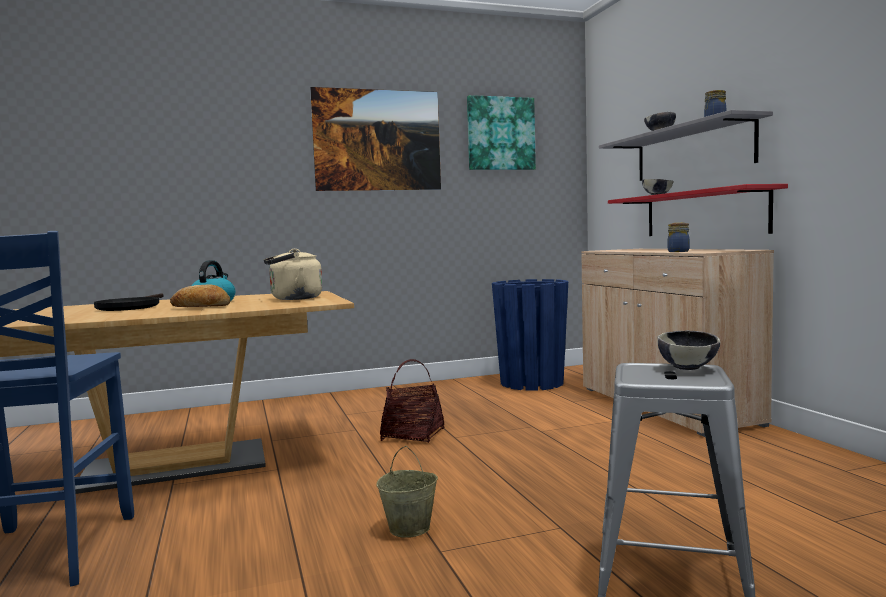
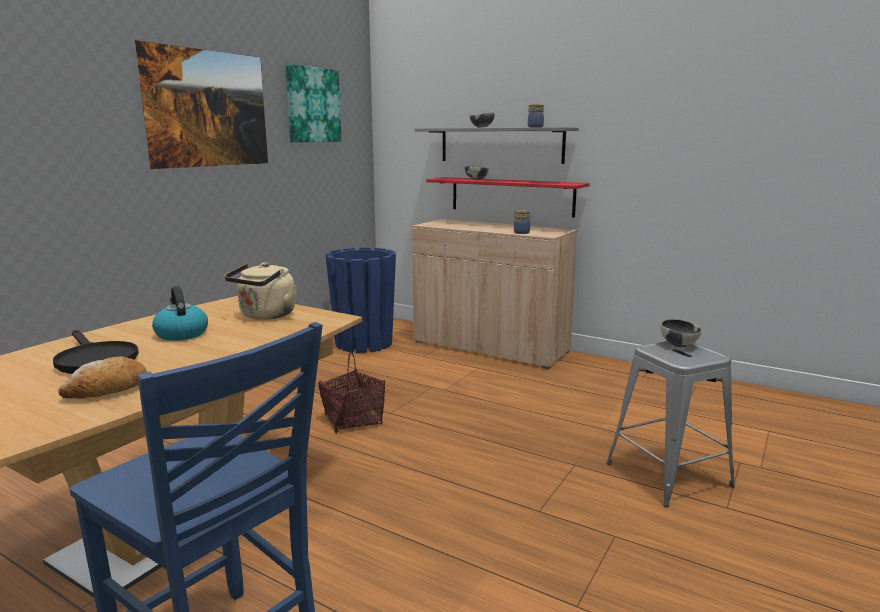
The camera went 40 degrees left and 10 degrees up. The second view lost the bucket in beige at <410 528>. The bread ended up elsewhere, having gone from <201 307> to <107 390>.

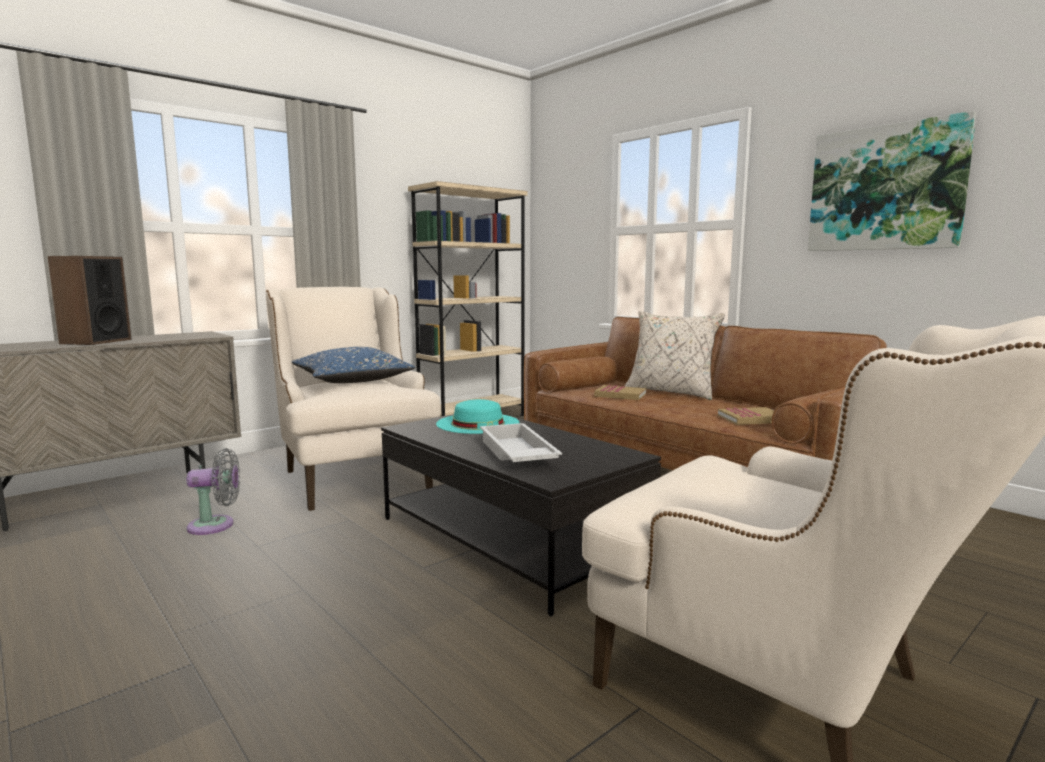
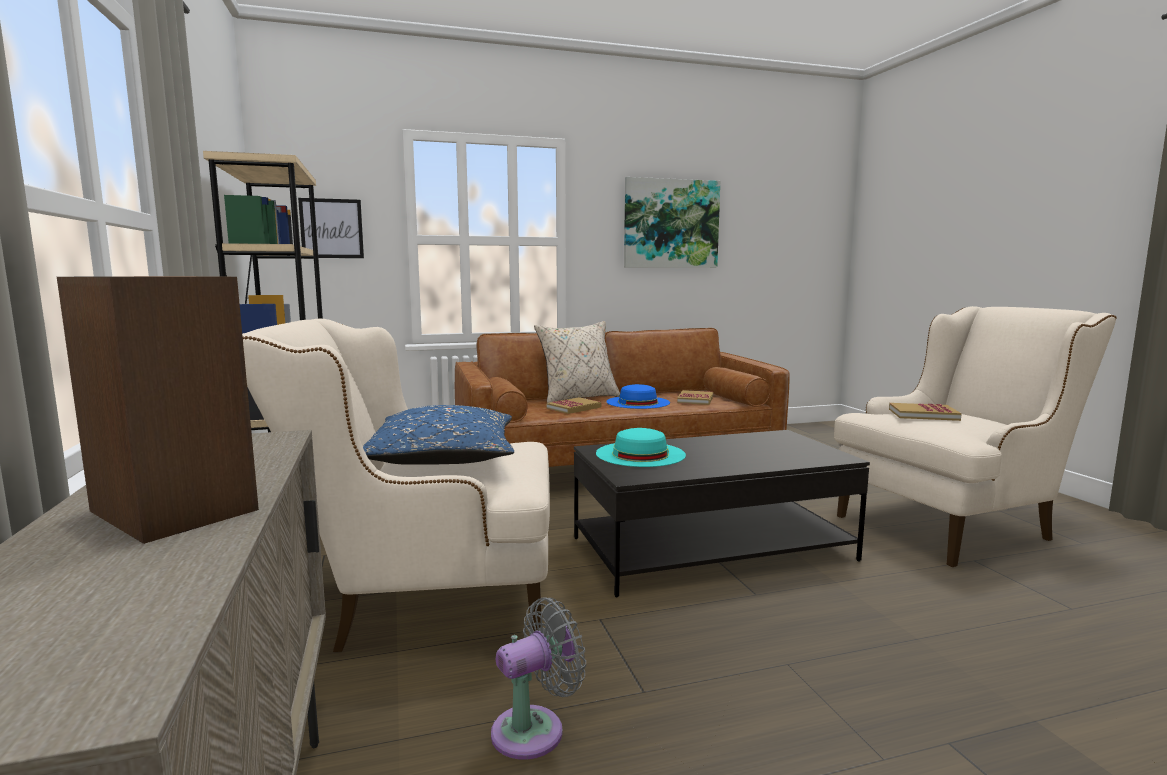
The camera went 65 degrees left and 0 degrees up. The second view lost the tray in white at <515 454>. The second view gained the picture at <331 228>. The second view gained the hat in blue at <638 402>. The second view gained the book at <923 414>. The fan in grey at <216 525> ended up facing another way, 45 degrees clockwise from before.

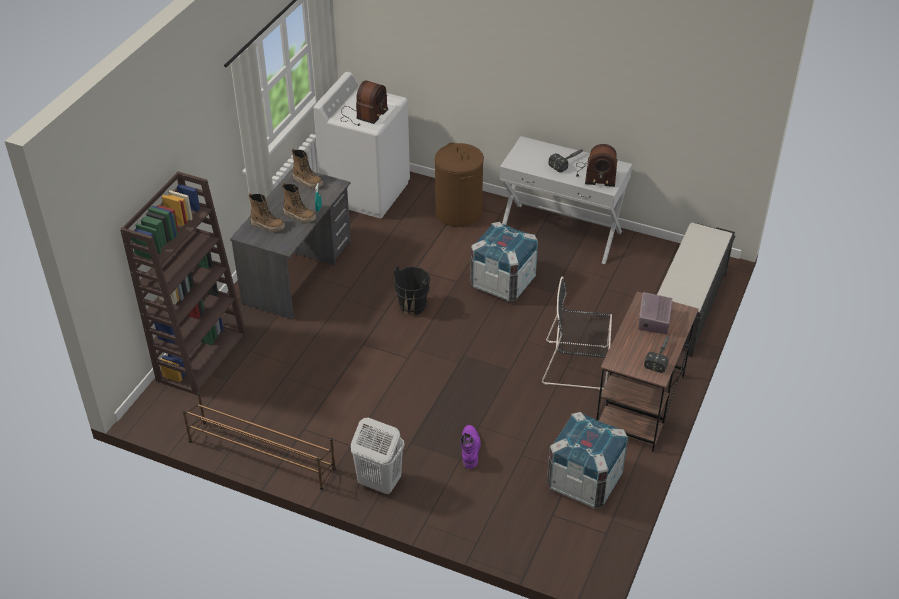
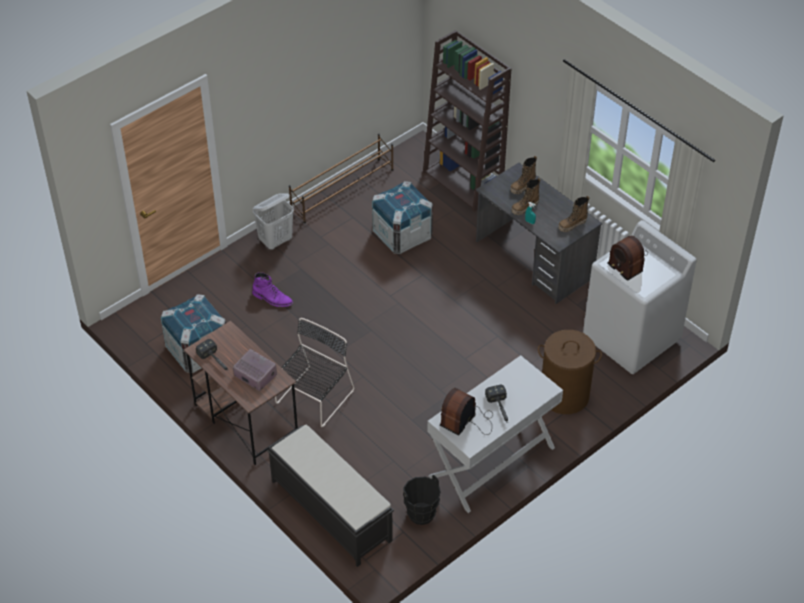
The camera went 115 degrees right and 5 degrees up. The bucket in black ended up elsewhere, having gone from <413 306> to <421 514>. The crate ended up elsewhere, having gone from <503 282> to <402 235>.

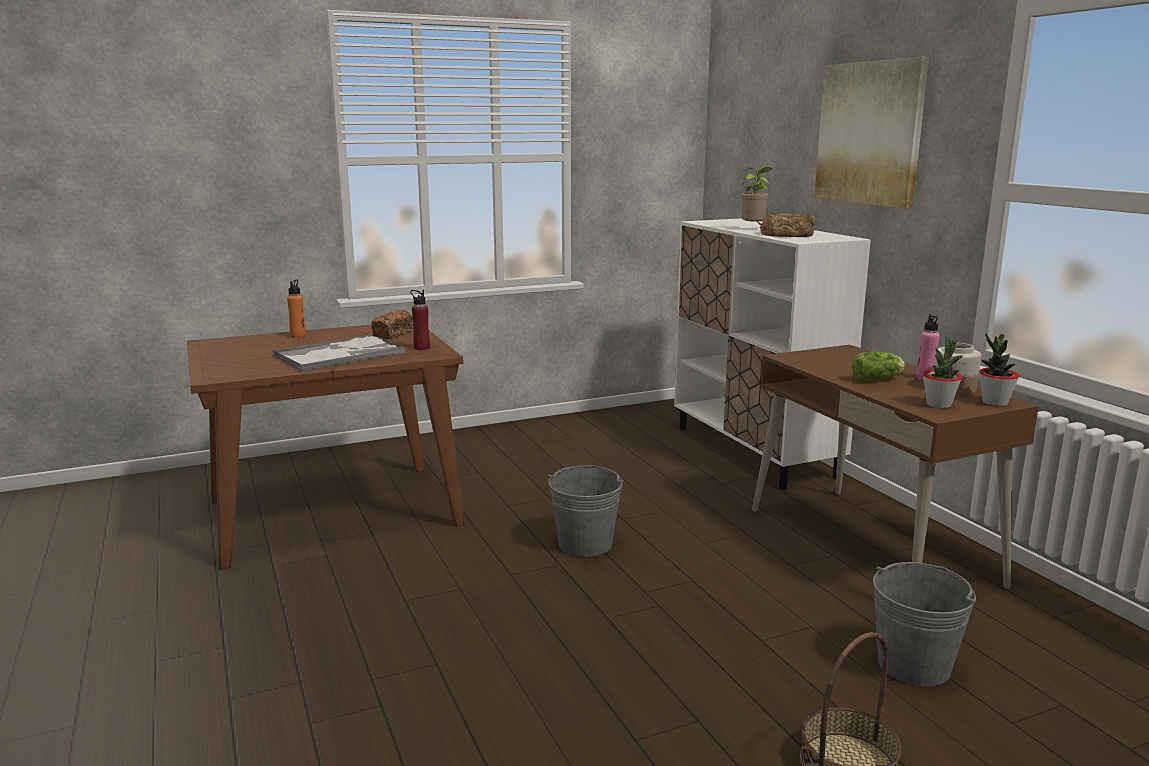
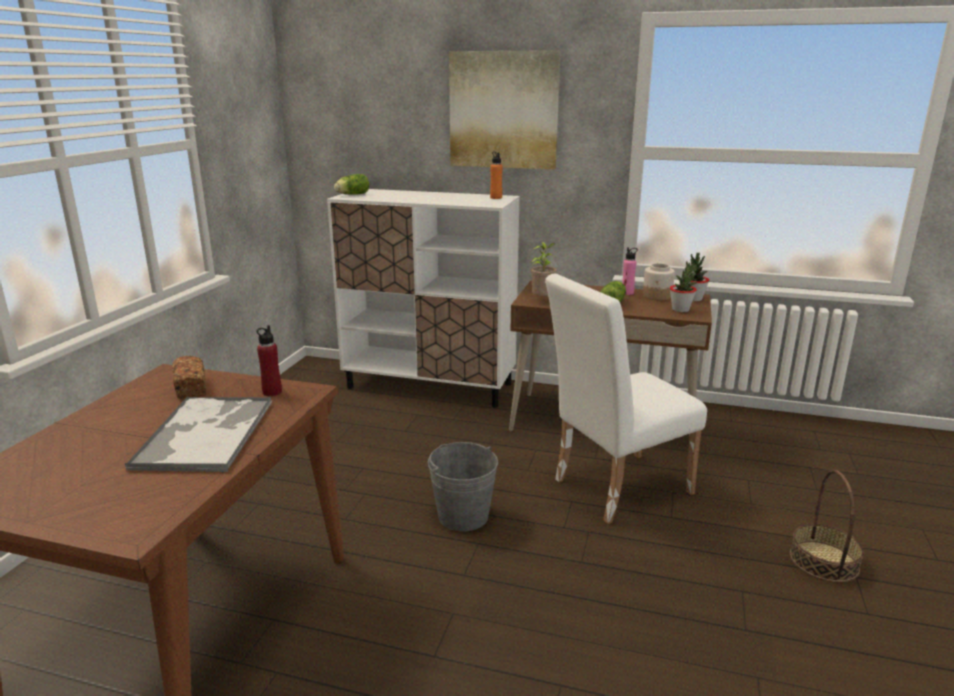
The camera went 50 degrees left and 5 degrees up. The second view lost the bread at <787 234>. The second view lost the bucket in grey at <913 665>. The second view gained the lettuce at <351 194>. The second view gained the chair in white at <613 488>. The bottle in orange ended up elsewhere, having gone from <298 335> to <496 198>. The potted plant ended up elsewhere, having gone from <754 229> to <542 301>.

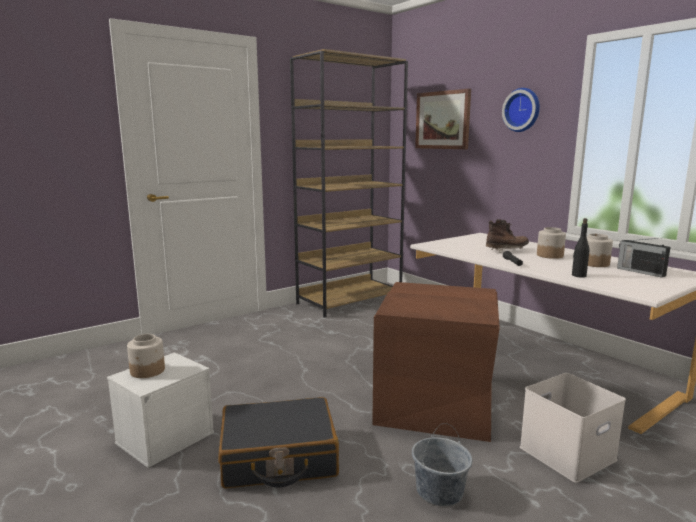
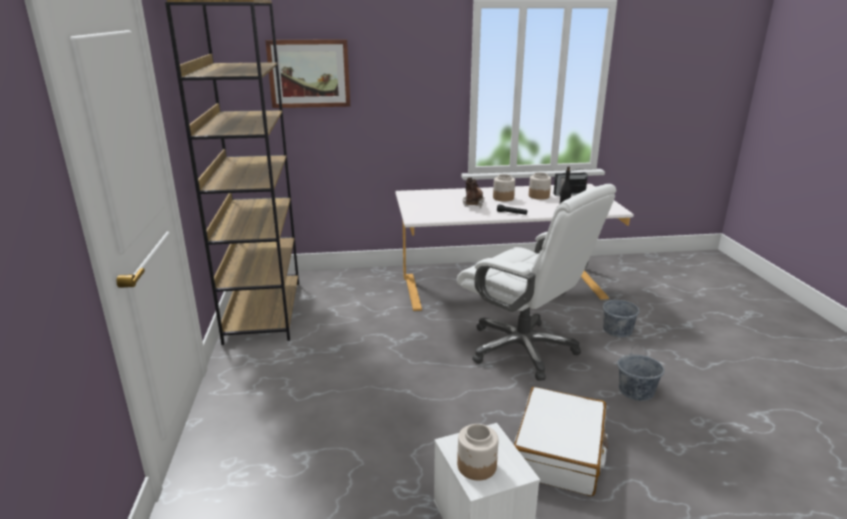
The camera went 60 degrees left and 10 degrees up. The second view lost the wall clock at <522 110>. Where the storage box in brown stood at <434 403>, the office chair in white came to stand at <523 349>. Where the storage box in white stood at <567 454>, the bucket in grey came to stand at <617 330>. What was the suitcase in black at <278 457> turned into the suitcase in white at <559 452>.

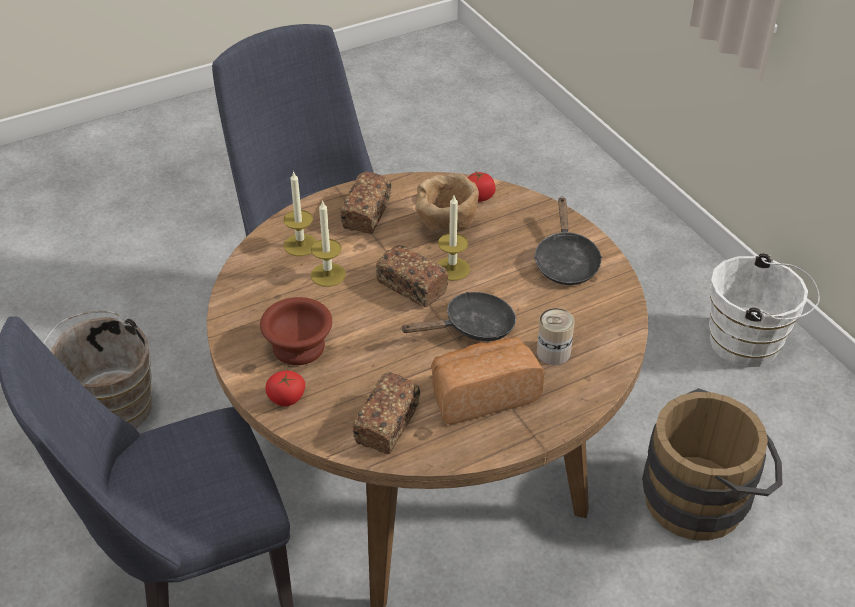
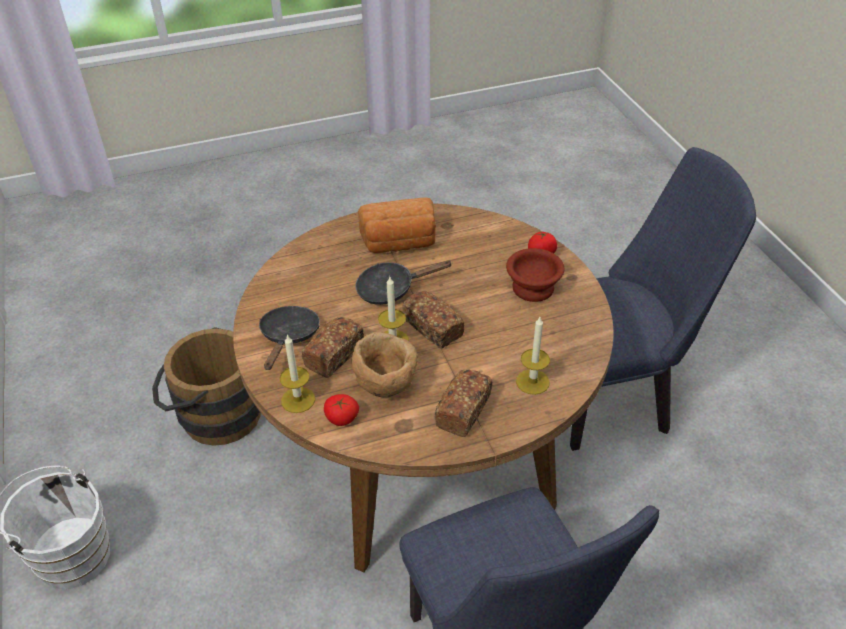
The camera went 170 degrees left and 0 degrees up. The second view lost the bucket in brown at <111 405>. The second view lost the can at <553 352>. The candle ended up elsewhere, having gone from <328 274> to <298 400>. The bread ended up elsewhere, having gone from <387 424> to <334 355>.

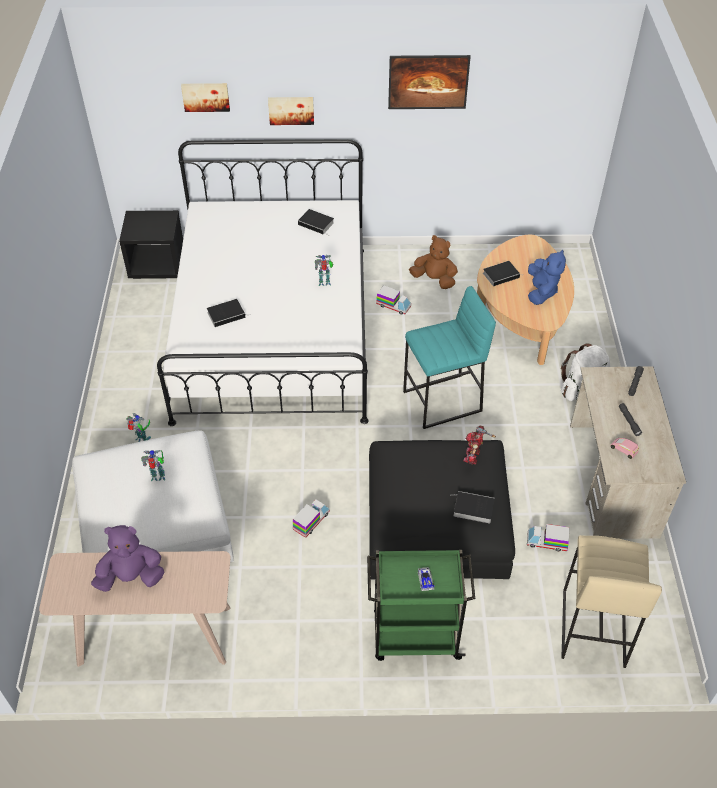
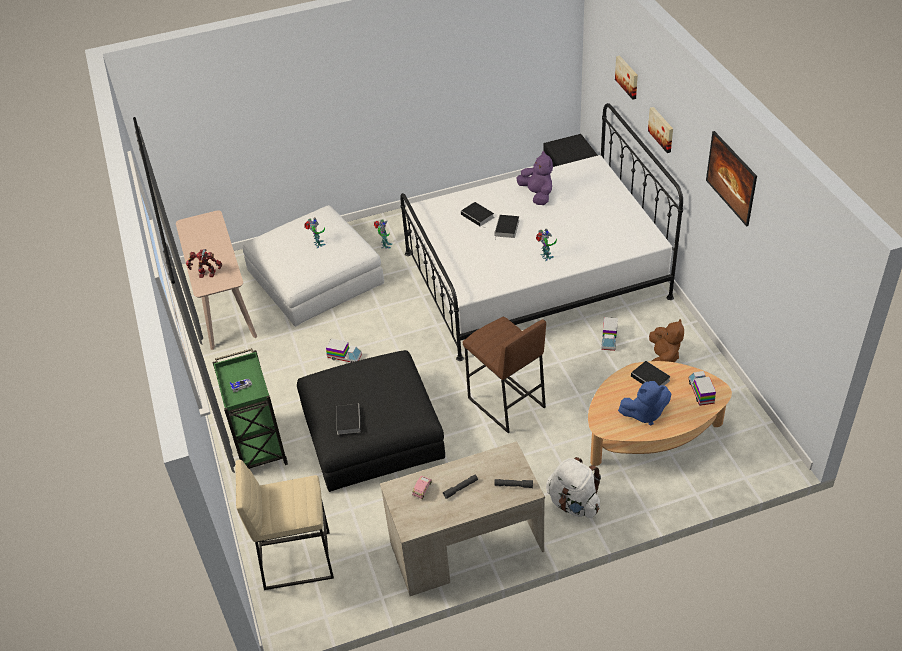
The camera went 75 degrees right and 5 degrees down. The plush toy in purple ended up elsewhere, having gone from <131 577> to <537 195>. The book ended up elsewhere, having gone from <317 224> to <507 229>. The toy robot ended up elsewhere, having gone from <473 456> to <207 274>. The toy truck ended up elsewhere, having gone from <546 542> to <701 392>. What was the stool in turquoise at <442 402> turned into the stool in brown at <505 403>.

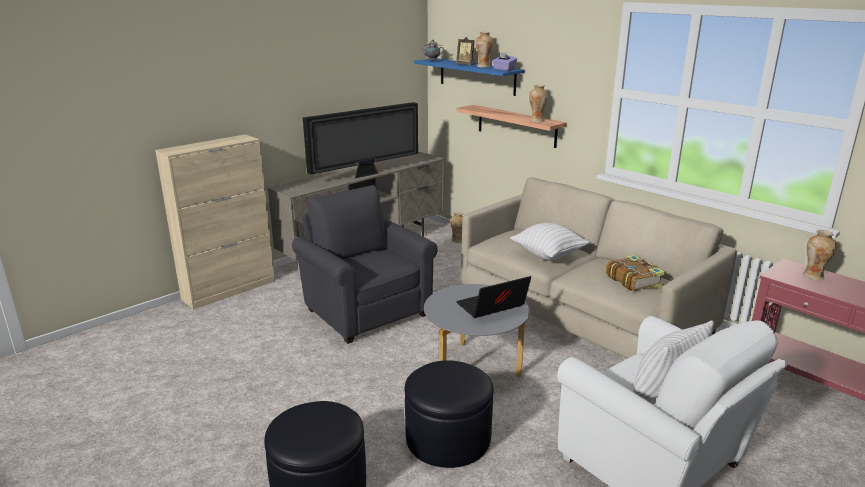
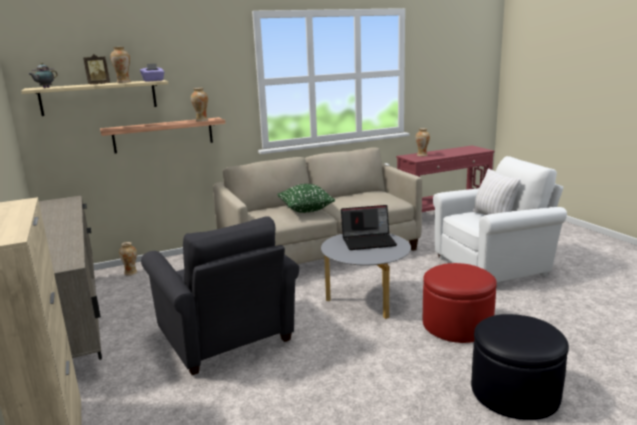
The camera went 70 degrees left and 5 degrees down. The second view lost the television at <366 174>. The second view lost the book at <633 280>. What was the ottoman in black at <448 438> turned into the ottoman in red at <457 325>. What was the shelf in blue at <477 76> turned into the shelf in beige at <99 97>. What was the pillow in white at <548 255> turned into the pillow in green at <306 210>. The armchair in grey at <365 310> ended up facing another way, 105 degrees counterclockwise from before. The laptop at <491 307> ended up facing another way, 90 degrees counterclockwise from before.

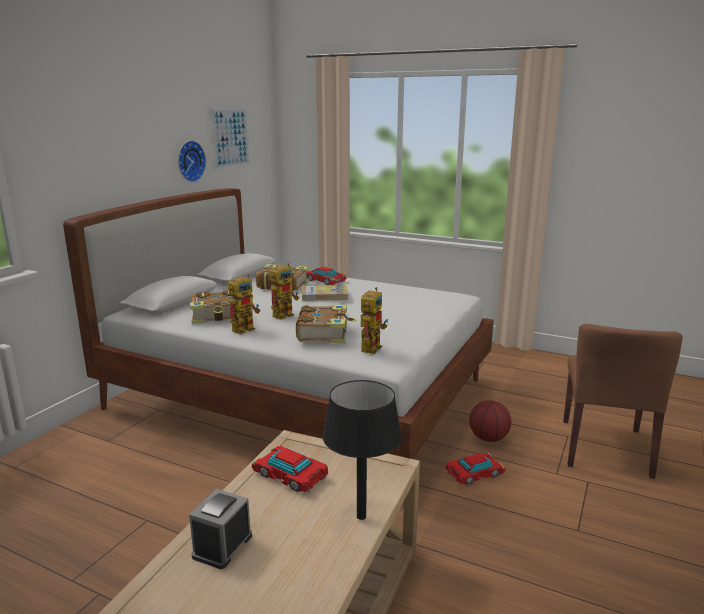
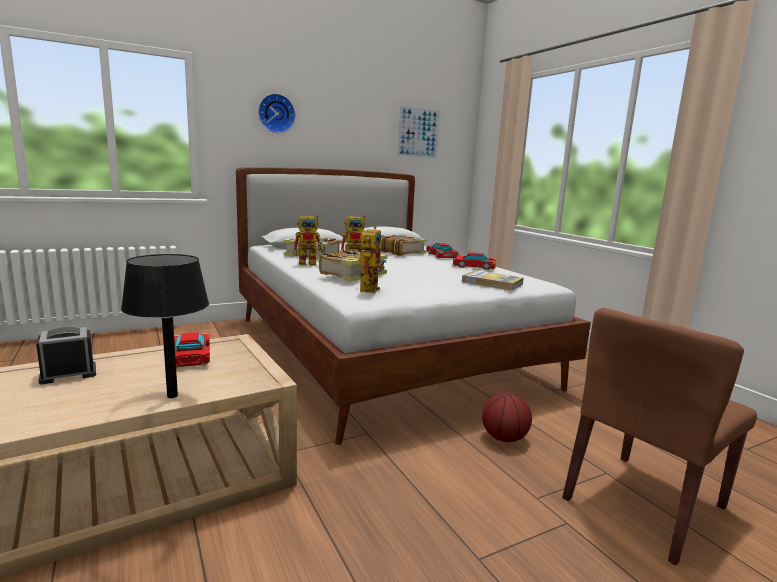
The camera went 35 degrees right and 5 degrees down. The wall clock ended up elsewhere, having gone from <189 161> to <276 113>. The book ended up elsewhere, having gone from <325 295> to <492 283>. The toy car ended up elsewhere, having gone from <474 473> to <474 266>. The toy robot at <371 346> ended up facing another way, 45 degrees counterclockwise from before.

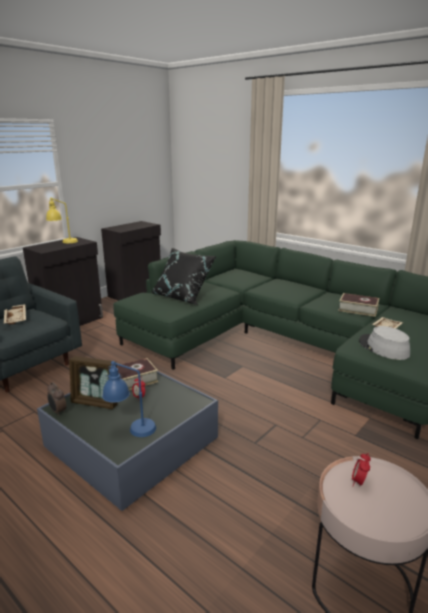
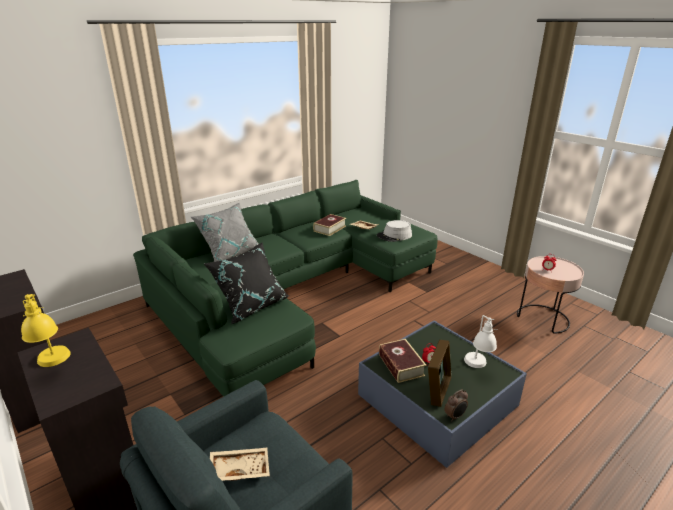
The camera went 80 degrees left and 5 degrees up. The second view gained the pillow in grey at <230 253>. What was the table lamp in blue at <131 430> turned into the table lamp in white at <477 367>.

